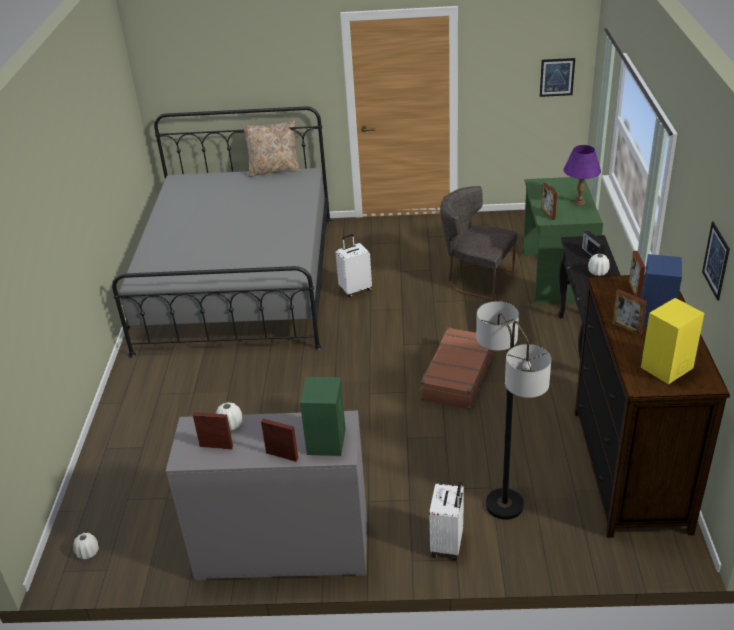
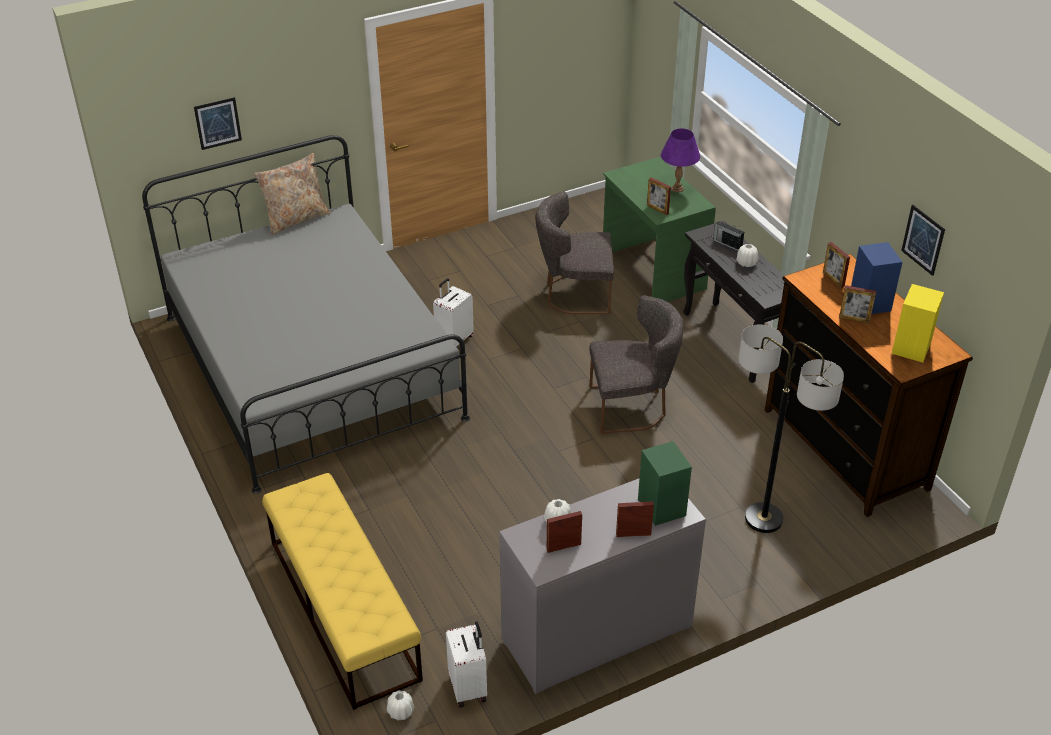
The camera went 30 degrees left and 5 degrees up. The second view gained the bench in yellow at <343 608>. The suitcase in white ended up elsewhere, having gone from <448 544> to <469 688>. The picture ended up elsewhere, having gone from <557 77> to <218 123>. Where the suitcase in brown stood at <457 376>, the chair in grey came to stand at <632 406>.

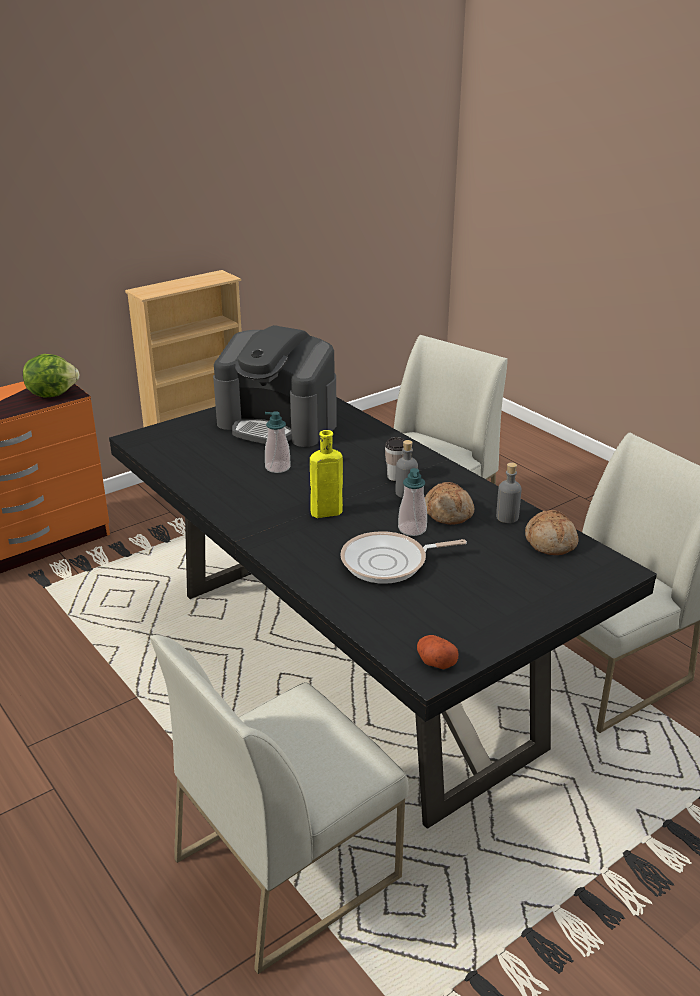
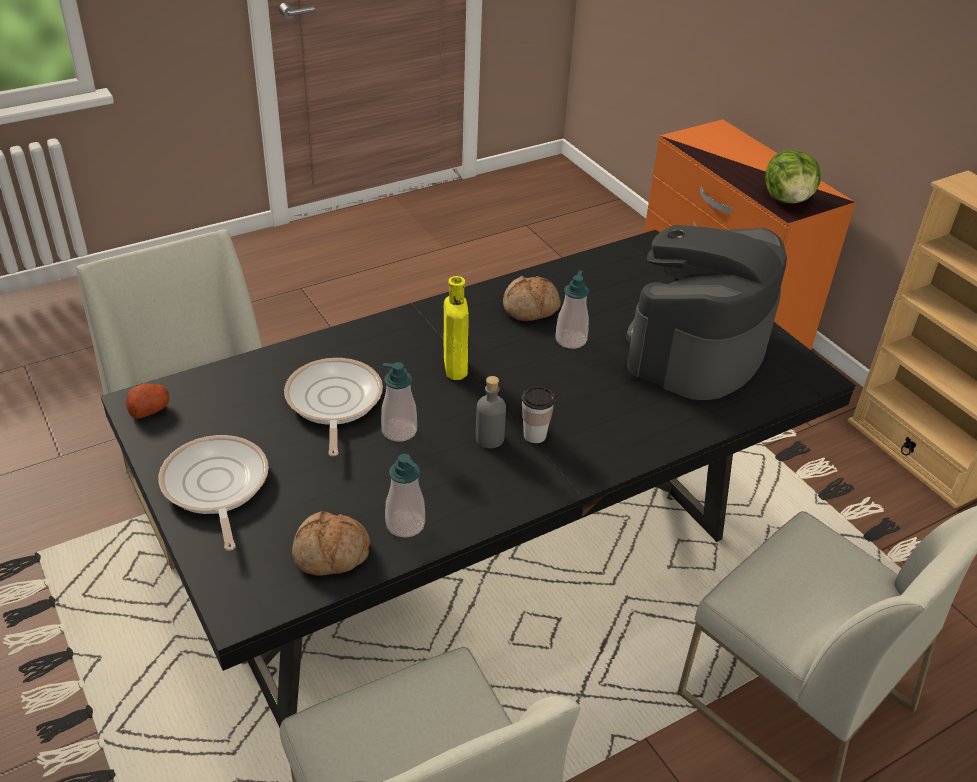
The camera went 95 degrees right and 10 degrees up. The second view gained the frying pan at <215 487>. The bread ended up elsewhere, having gone from <448 512> to <531 309>. Where the bottle in grey stood at <507 517>, the soap dispenser came to stand at <405 524>.

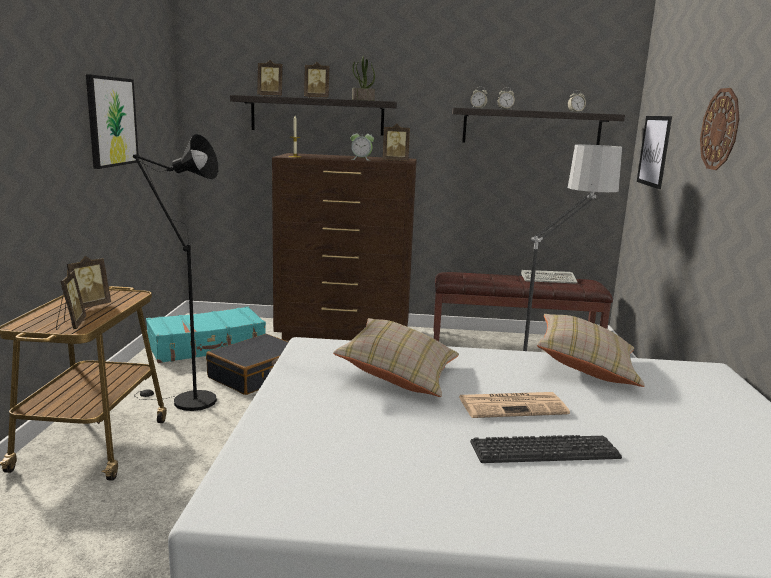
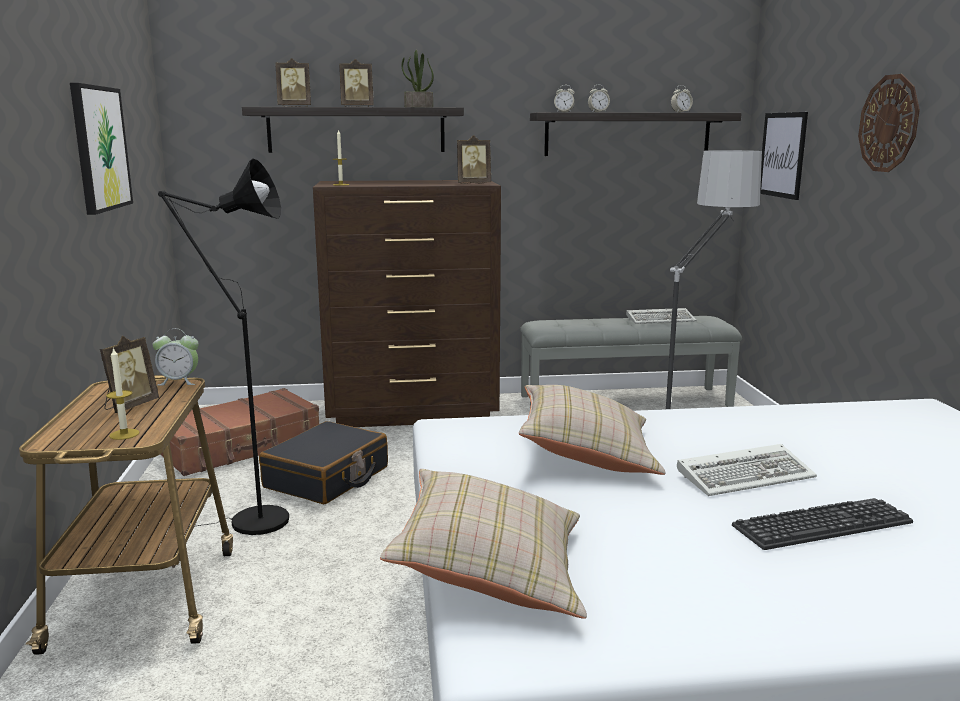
The camera went 10 degrees left and 0 degrees up. The alarm clock ended up elsewhere, having gone from <361 159> to <179 382>. The pillow in beige ended up elsewhere, having gone from <585 367> to <491 572>. Where the picture frame stood at <71 325>, the candle came to stand at <124 434>. Where the newspaper stood at <513 405>, the keyboard came to stand at <747 475>. What was the suitcase in turquoise at <207 346> turned into the suitcase in brown at <241 446>. What was the bench in brown at <514 342> turned into the bench in grey at <625 400>.

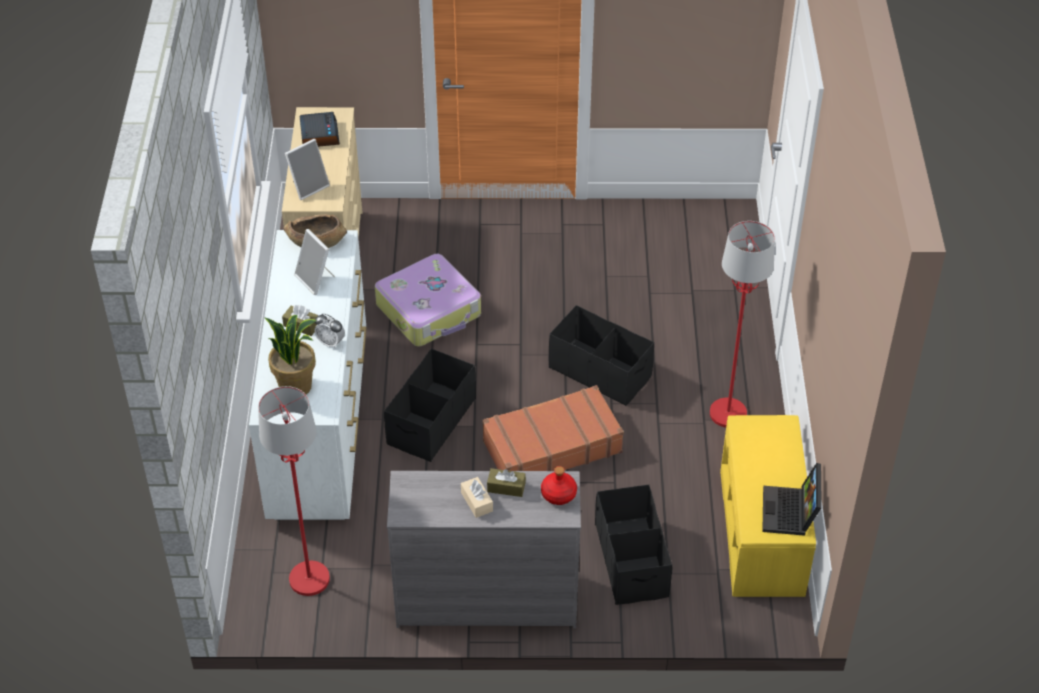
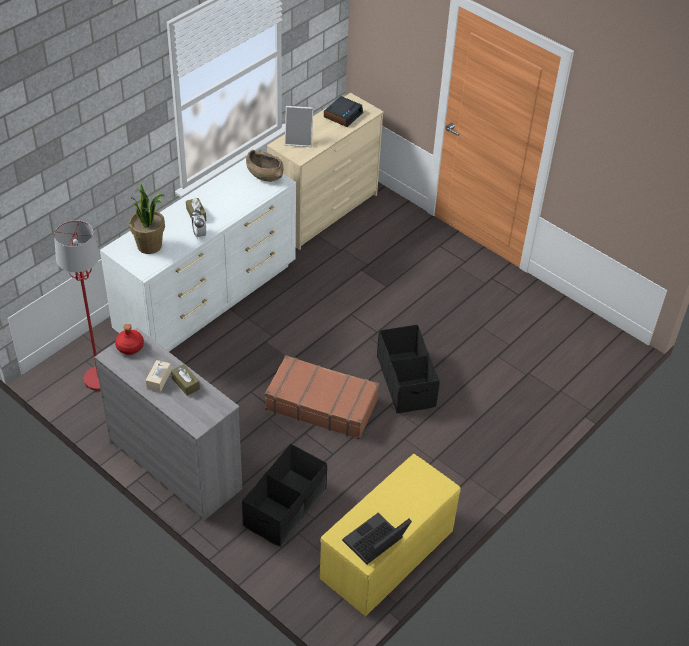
The camera went 40 degrees right and 0 degrees up. The second view lost the picture frame at <316 280>. The second view lost the suitcase at <430 310>. The second view lost the storage box in black at <431 421>. The second view lost the floor lamp in red at <727 414>. The bottle in red ended up elsewhere, having gone from <559 494> to <130 347>.

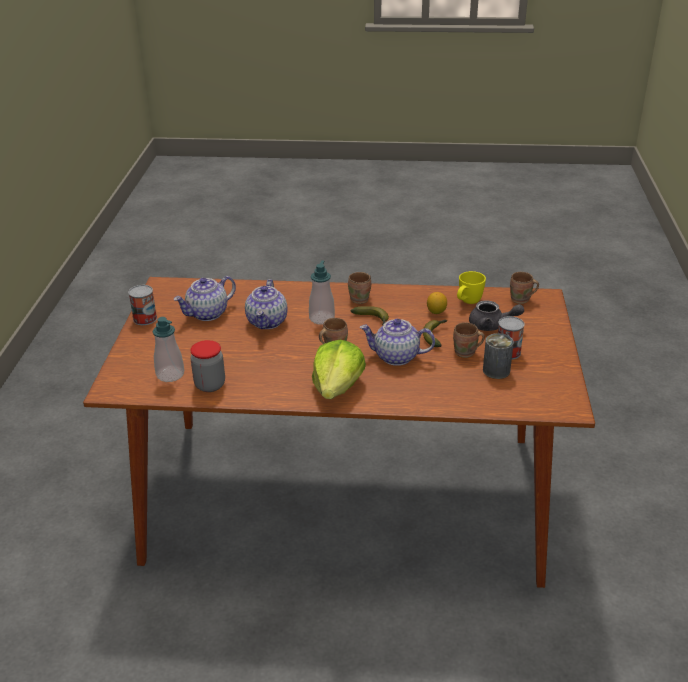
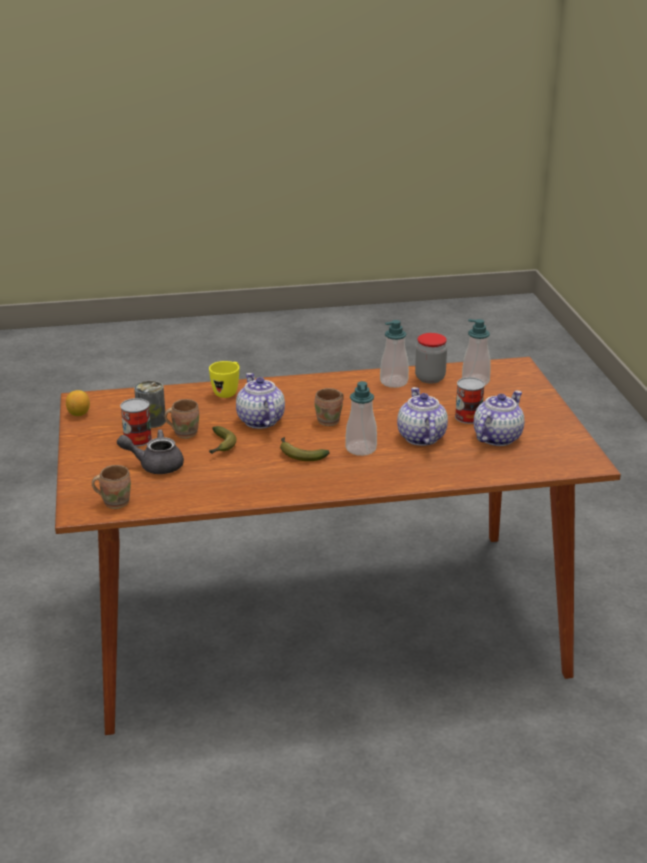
The camera went 165 degrees right and 5 degrees down. The second view lost the lettuce at <337 387>. The second view lost the mug in brown at <361 299>. The second view gained the soap dispenser at <394 382>. The can ended up elsewhere, having gone from <145 319> to <468 417>. The lemon ended up elsewhere, having gone from <436 312> to <79 414>. The mug in yellow ended up elsewhere, having gone from <467 303> to <228 392>. The teapot at <396 357> ended up facing another way, 105 degrees counterclockwise from before.

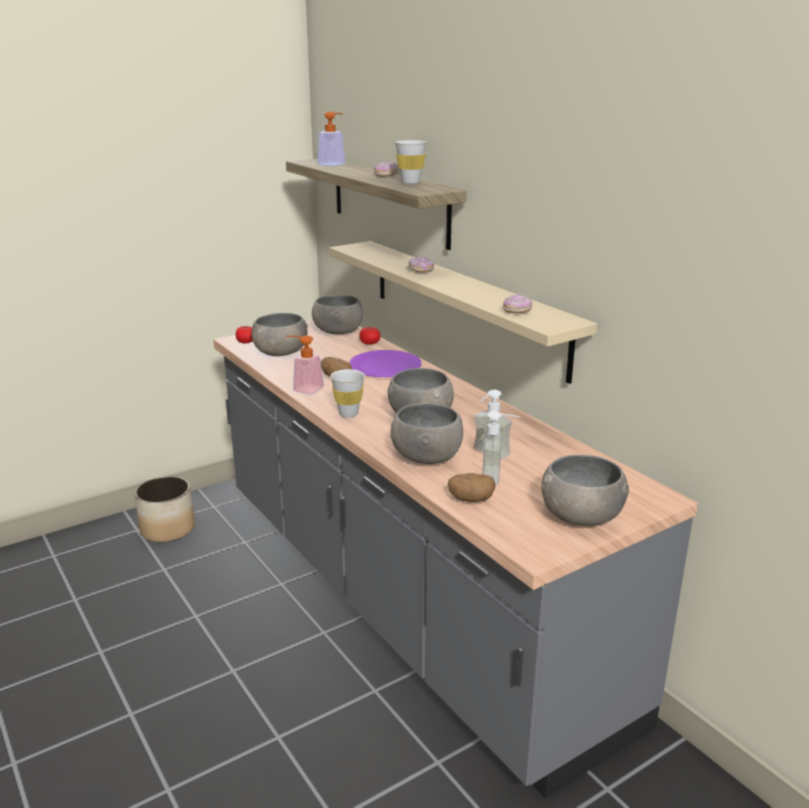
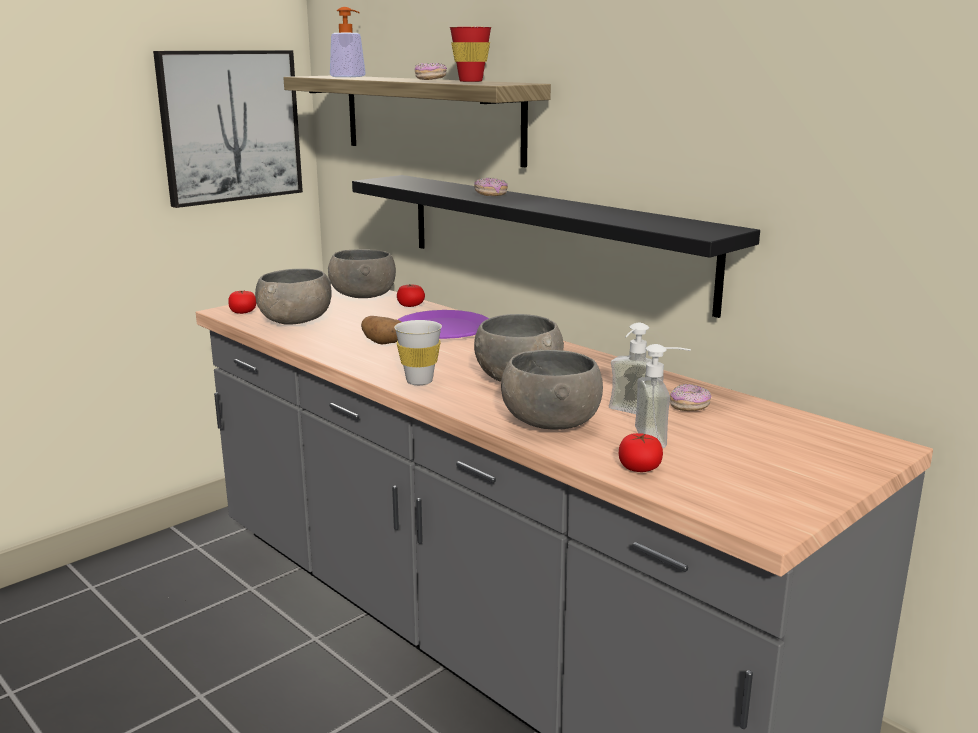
The camera went 10 degrees left and 5 degrees down. The second view lost the planter at <167 529>. The second view lost the soap dispenser at <304 388>. The second view lost the bowl in grey at <582 516>. The second view gained the picture at <230 126>. The donut ended up elsewhere, having gone from <517 311> to <689 407>. Where the potato stood at <470 499>, the tomato came to stand at <639 467>. What was the shelf in beige at <464 305> turned into the shelf in black at <549 237>. What was the cup in white at <410 182> turned into the cup in red at <470 81>.

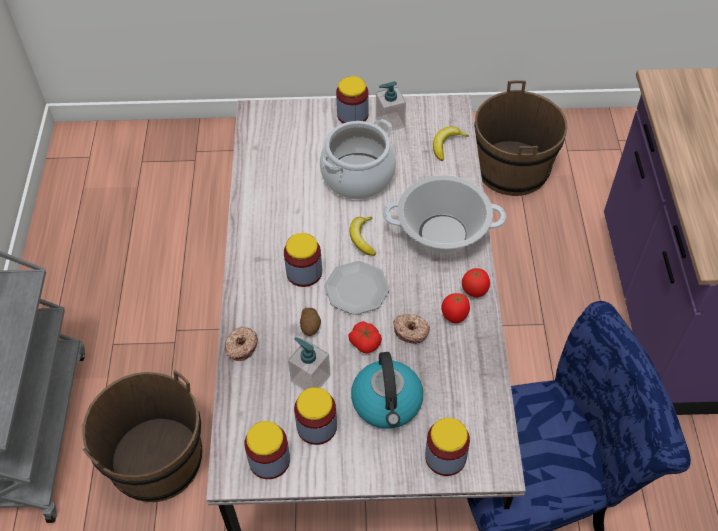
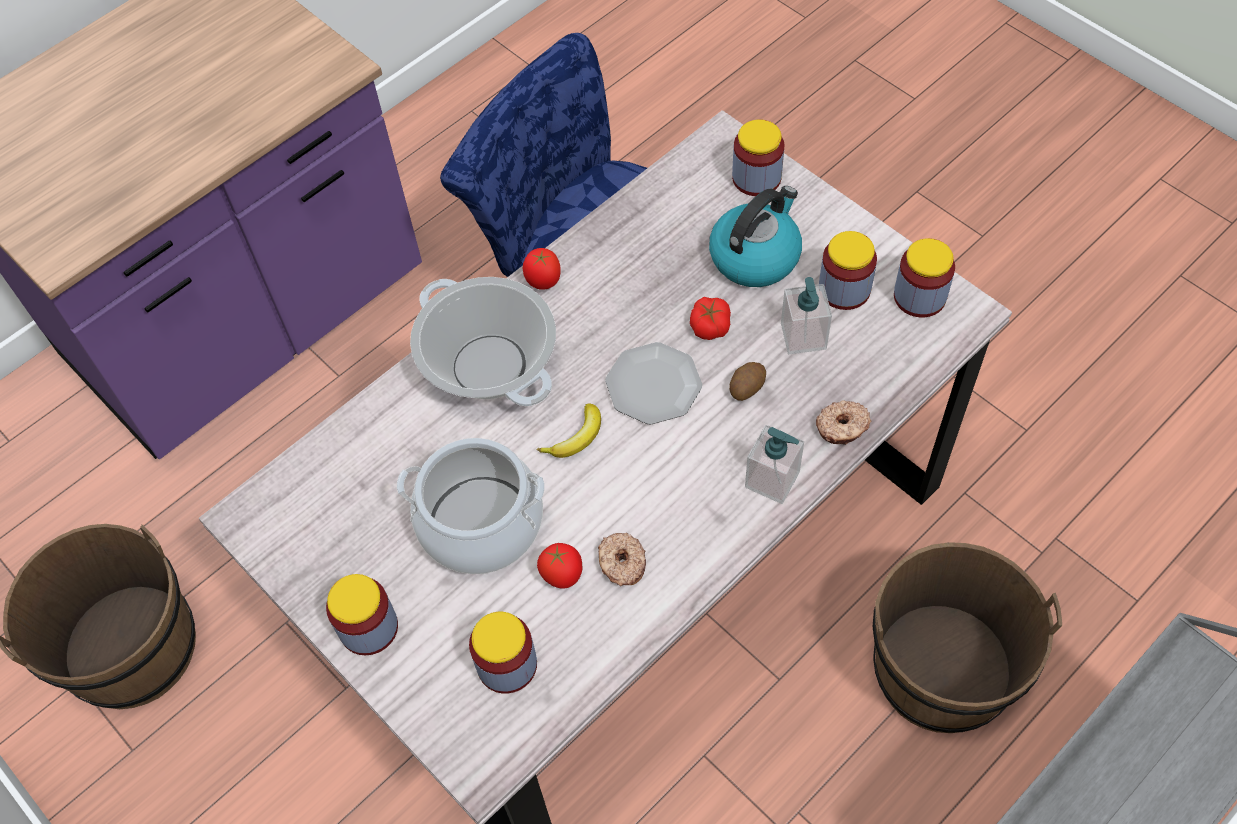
The camera went 130 degrees left and 5 degrees up. The second view lost the banana at <446 145>. The jar ended up elsewhere, having gone from <304 272> to <507 665>. The soap dispenser ended up elsewhere, having gone from <390 122> to <772 480>. The donut ended up elsewhere, having gone from <411 331> to <621 563>. The tomato ended up elsewhere, having gone from <454 317> to <562 576>.

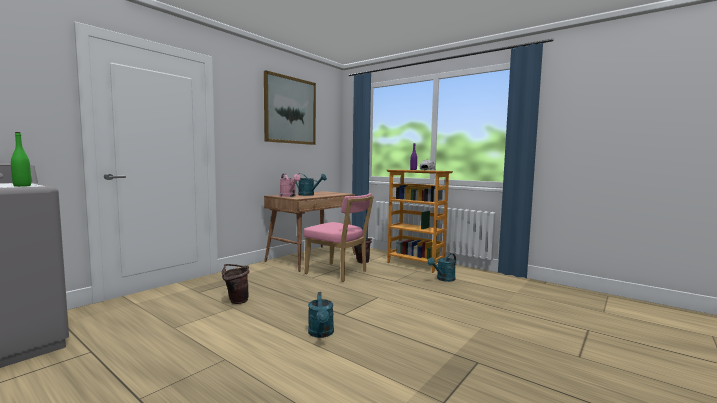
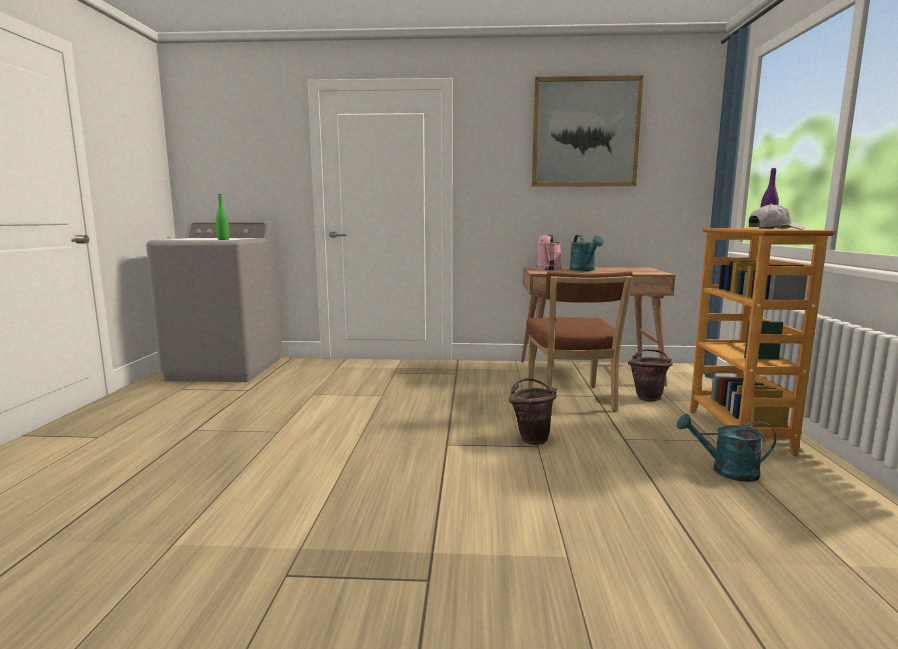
The camera went 55 degrees right and 5 degrees up. The second view lost the watering can in turquoise at <321 334>. The bucket in brown ended up elsewhere, having gone from <236 301> to <531 438>. What was the chair in pink at <338 273> turned into the chair in brown at <571 401>.

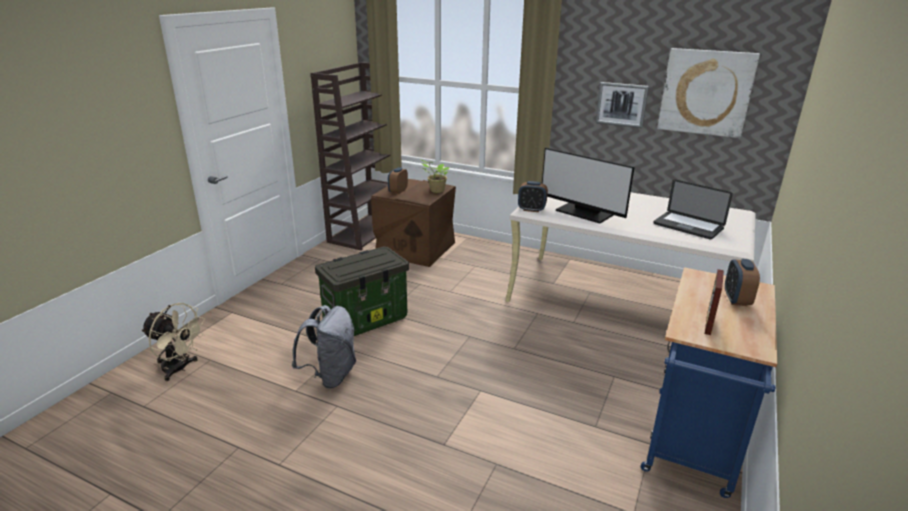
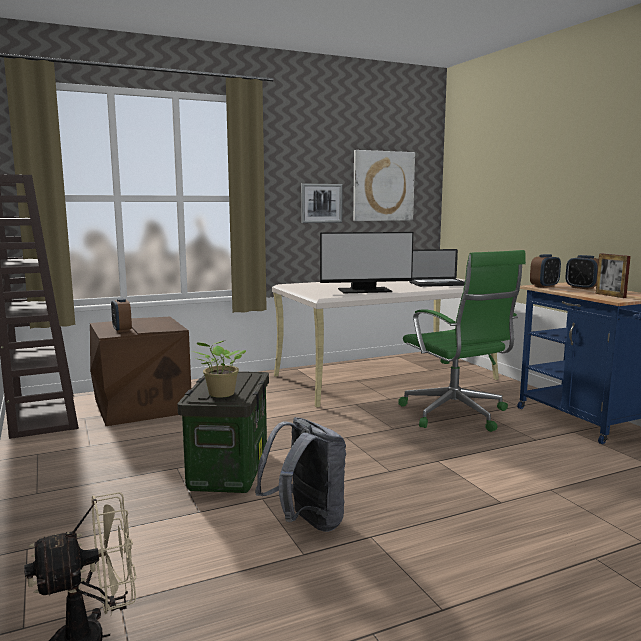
The camera went 50 degrees left and 15 degrees down. The second view gained the office chair in green at <456 415>. The potted plant ended up elsewhere, having gone from <436 190> to <220 394>. The alarm clock ended up elsewhere, having gone from <531 209> to <544 286>.

